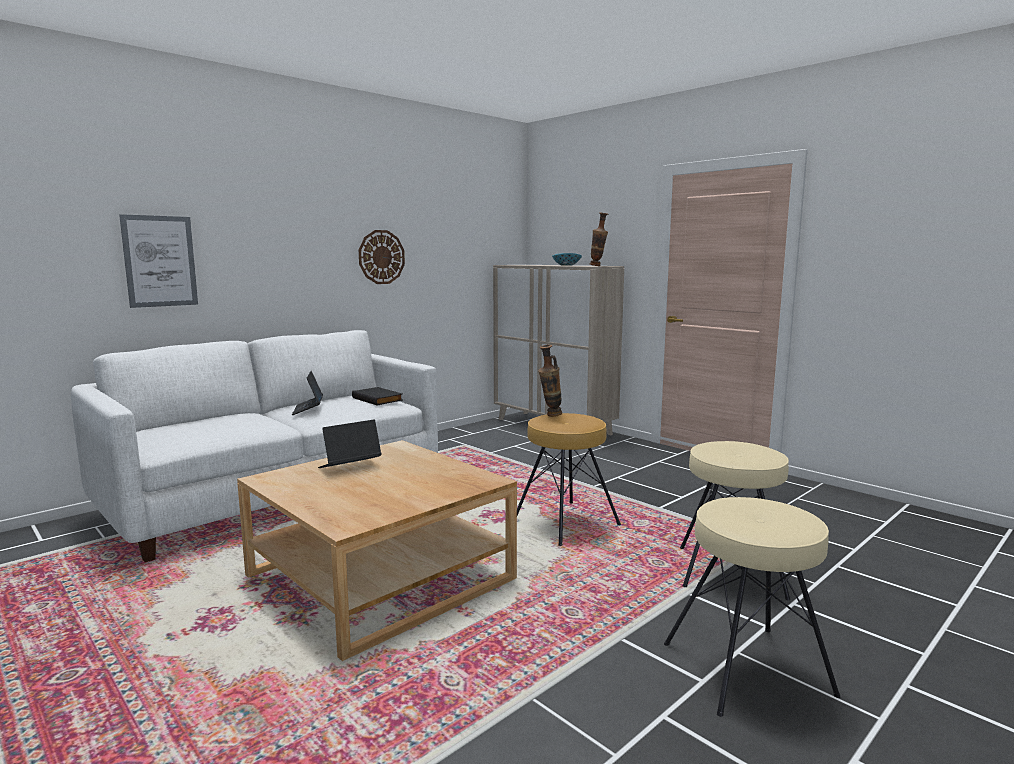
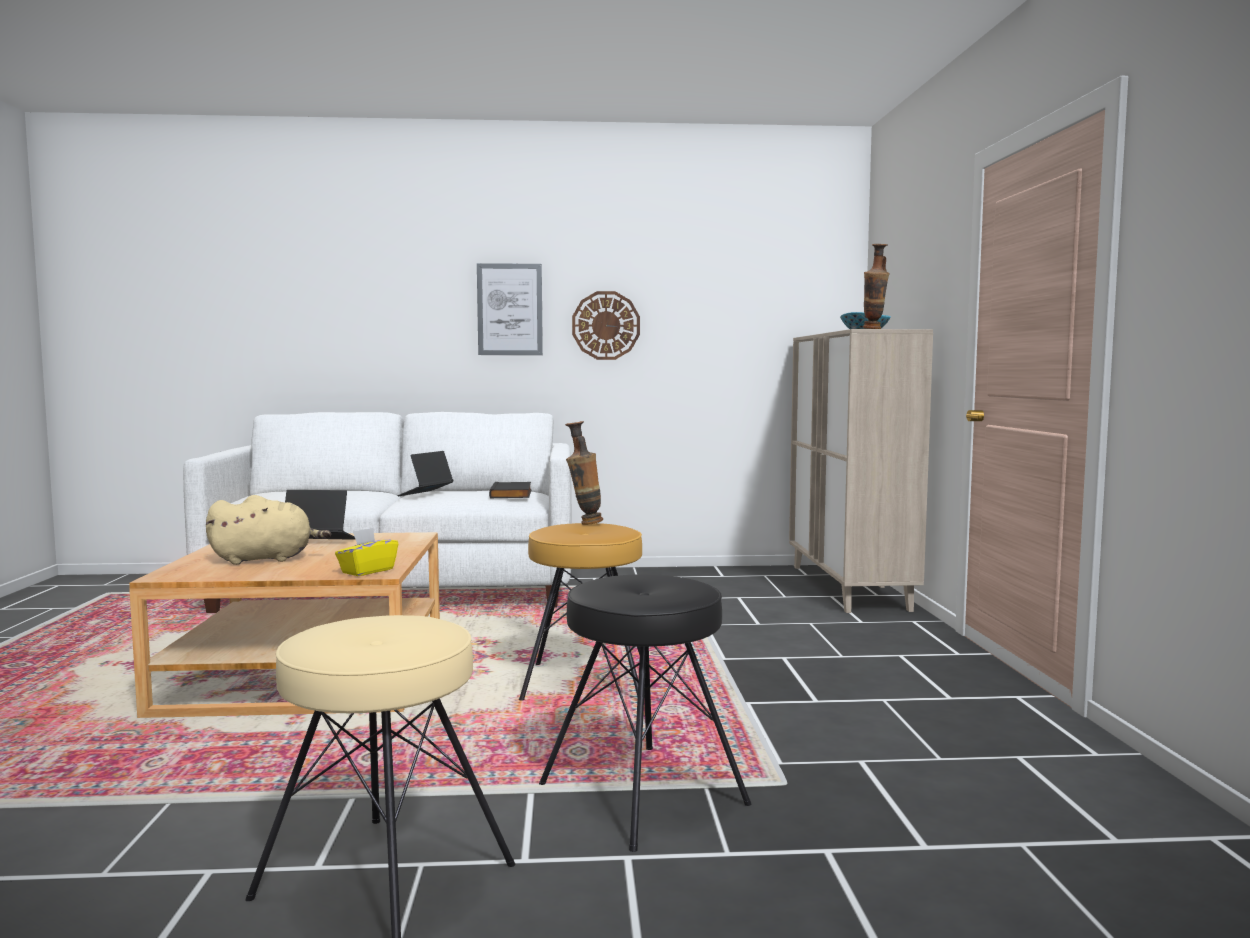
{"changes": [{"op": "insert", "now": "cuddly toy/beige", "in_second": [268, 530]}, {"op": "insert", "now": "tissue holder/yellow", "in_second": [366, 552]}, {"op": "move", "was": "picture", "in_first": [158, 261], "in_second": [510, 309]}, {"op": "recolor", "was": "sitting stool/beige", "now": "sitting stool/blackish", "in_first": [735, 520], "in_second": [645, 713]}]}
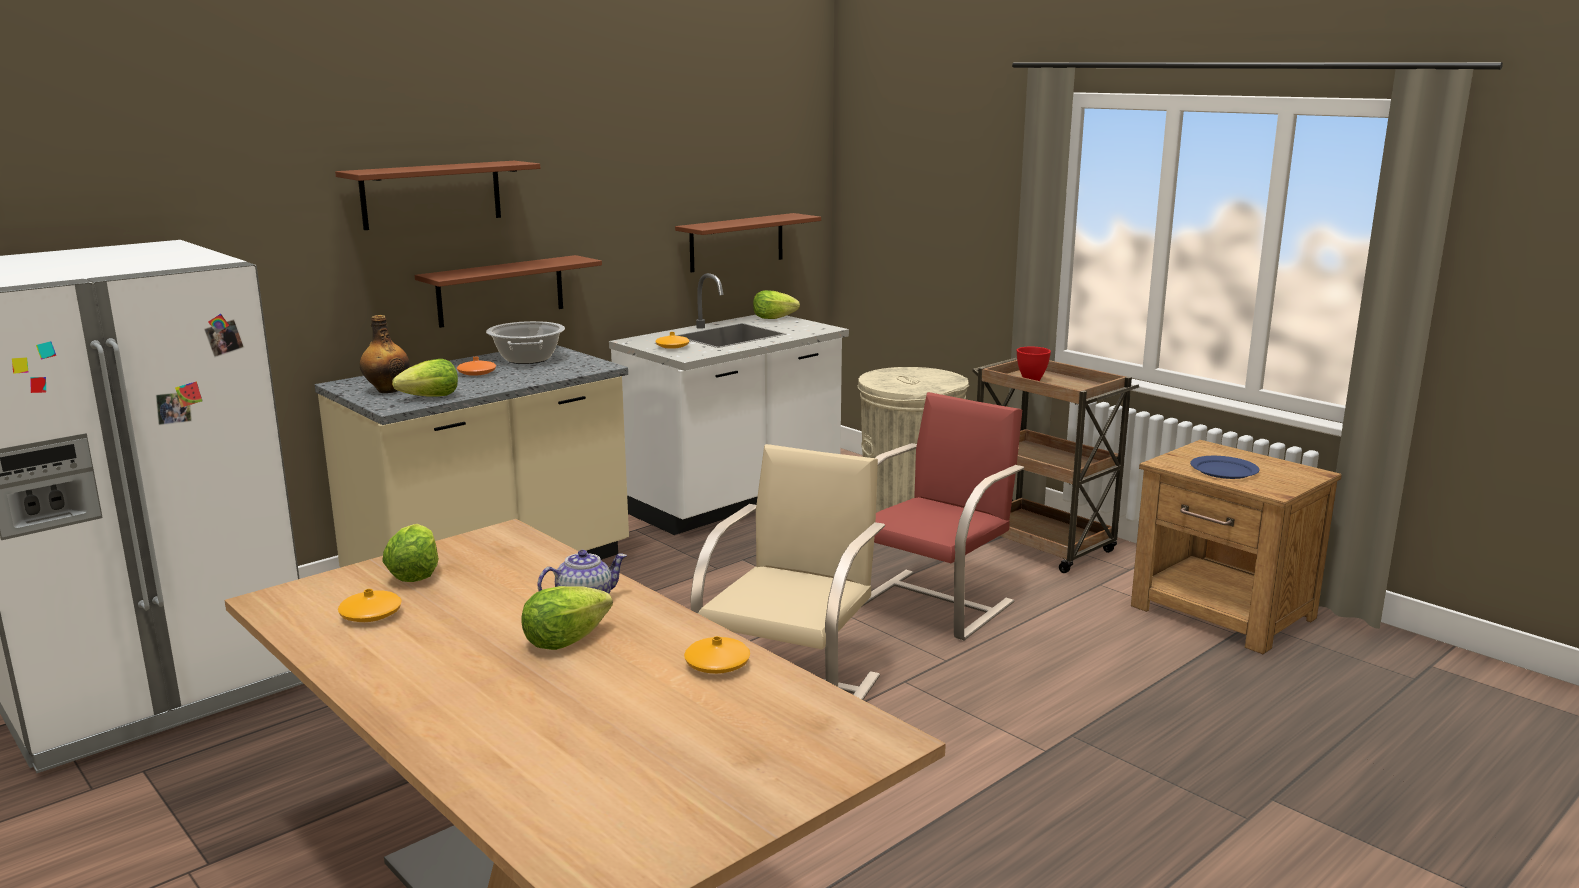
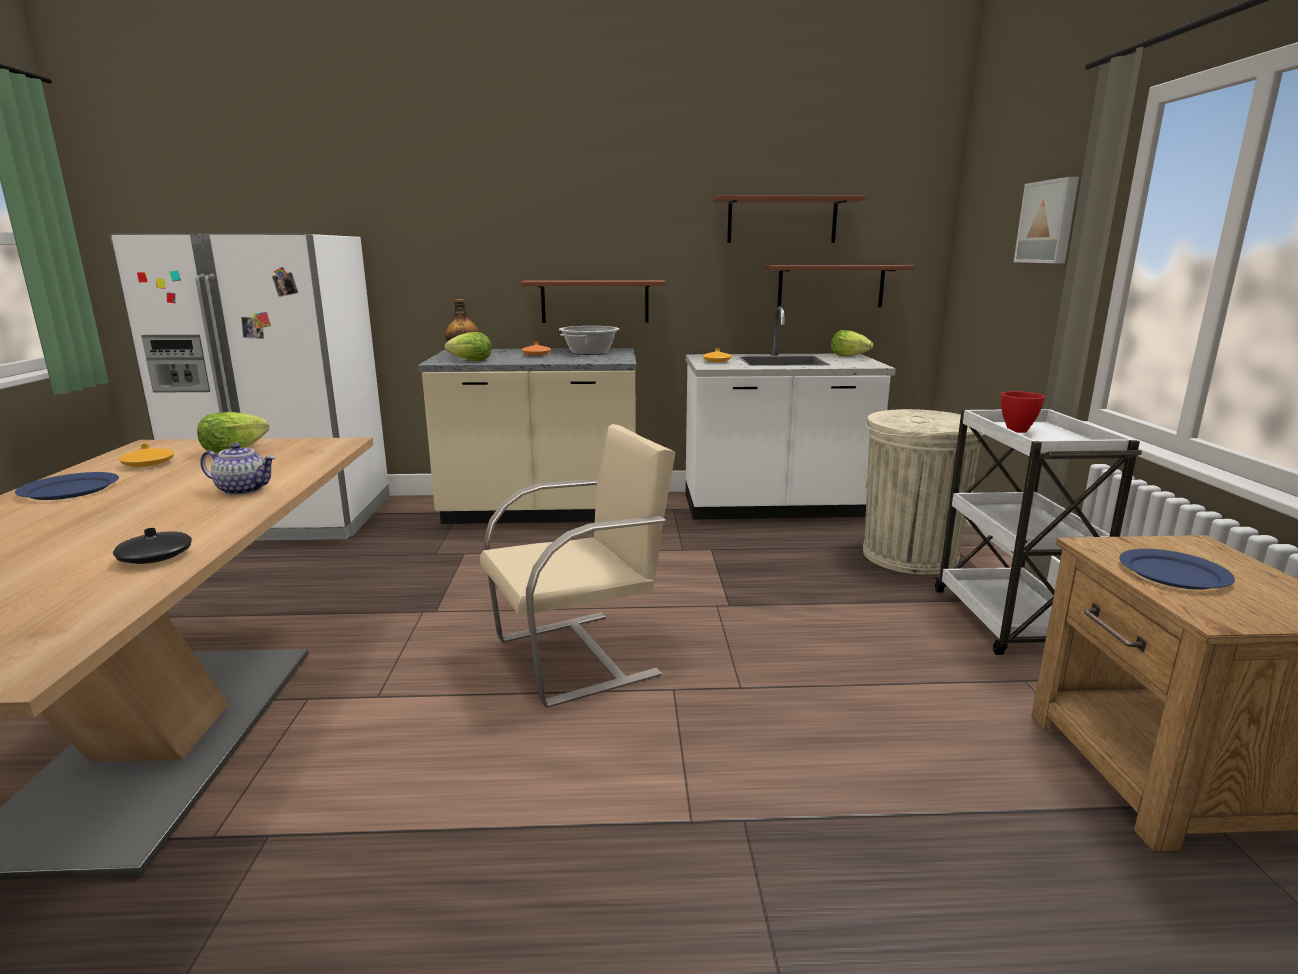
{"changes": [{"op": "insert", "now": "dinner plate/blue-coloured", "in_second": [67, 486]}, {"op": "recolor", "was": "decorative vase/orangey", "now": "decorative vase/blackish", "in_first": [717, 655], "in_second": [152, 546]}, {"op": "move", "was": "shelf/brown", "in_first": [437, 195], "in_second": [789, 219]}, {"op": "recolor", "was": "trolley/brown", "now": "trolley/whitish", "in_first": [1055, 465], "in_second": [1038, 531]}, {"op": "insert", "now": "picture", "in_second": [1046, 220]}, {"op": "delete", "was": "lettuce head", "in_first": [567, 618]}, {"op": "delete", "was": "chair/reddish", "in_first": [943, 516]}]}
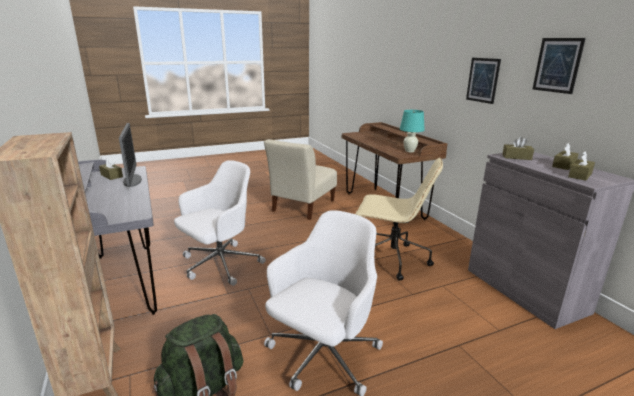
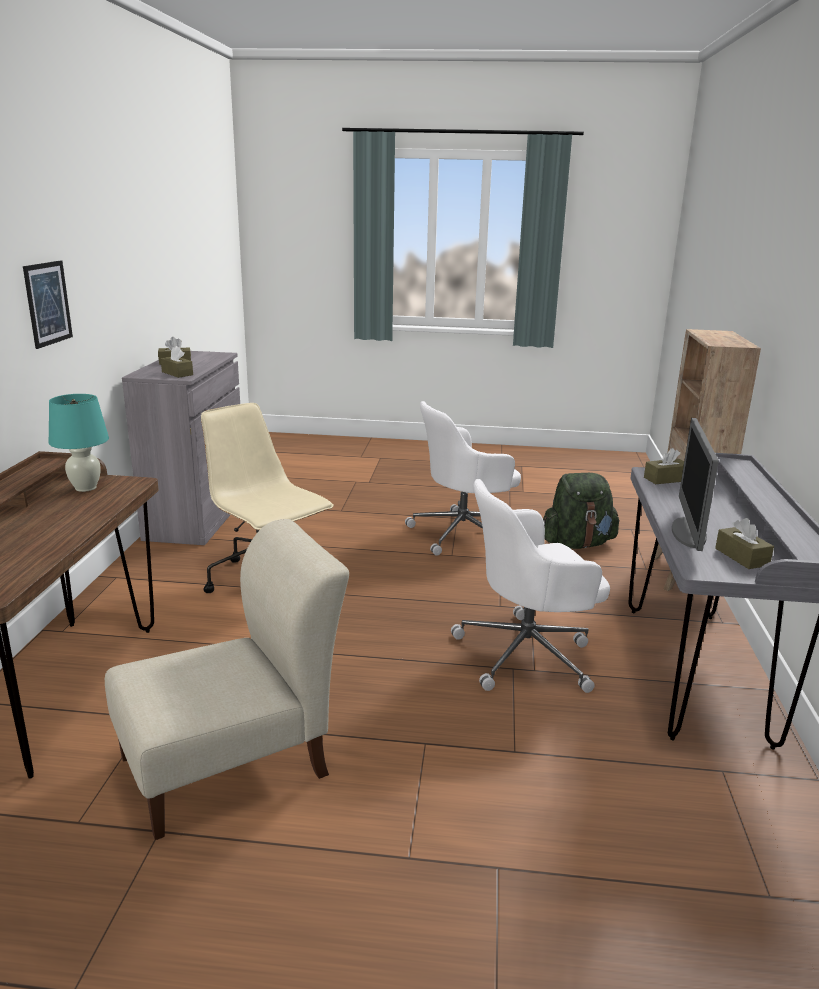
{"changes": [{"op": "move", "was": "tissue holder/brown", "in_first": [581, 166], "in_second": [664, 466]}, {"op": "delete", "was": "picture", "in_first": [559, 66]}]}
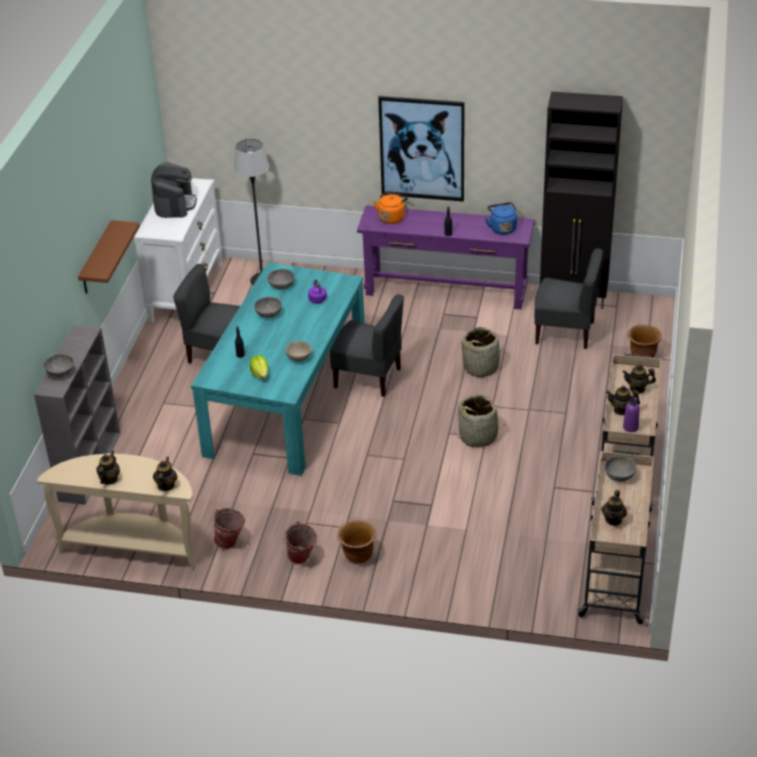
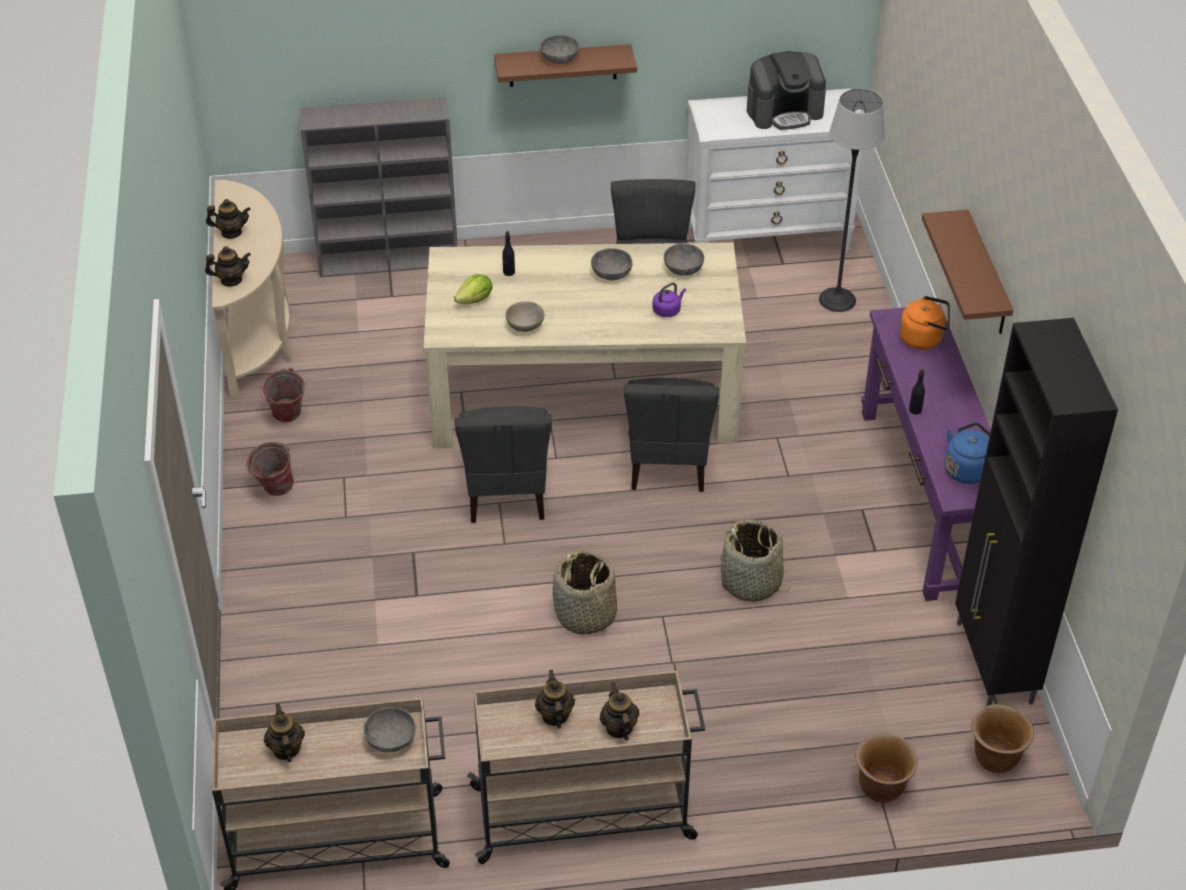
{"changes": [{"op": "rotate", "was": "teapot", "in_first": [614, 508], "in_second": [284, 732], "clockwise": 75}, {"op": "recolor", "was": "dinner table/blue-green", "now": "dinner table/beige", "in_first": [277, 369], "in_second": [584, 345]}, {"op": "move", "was": "chair/greyish", "in_first": [568, 298], "in_second": [503, 464]}, {"op": "move", "was": "serving bowl/greyish", "in_first": [59, 365], "in_second": [559, 49]}, {"op": "replace", "was": "picture", "now": "shelf/brown", "in_first": [421, 149], "in_second": [967, 272]}, {"op": "move", "was": "flower pot/brown", "in_first": [356, 541], "in_second": [1002, 738]}, {"op": "delete", "was": "drink bottle/purplish", "in_first": [631, 415]}]}
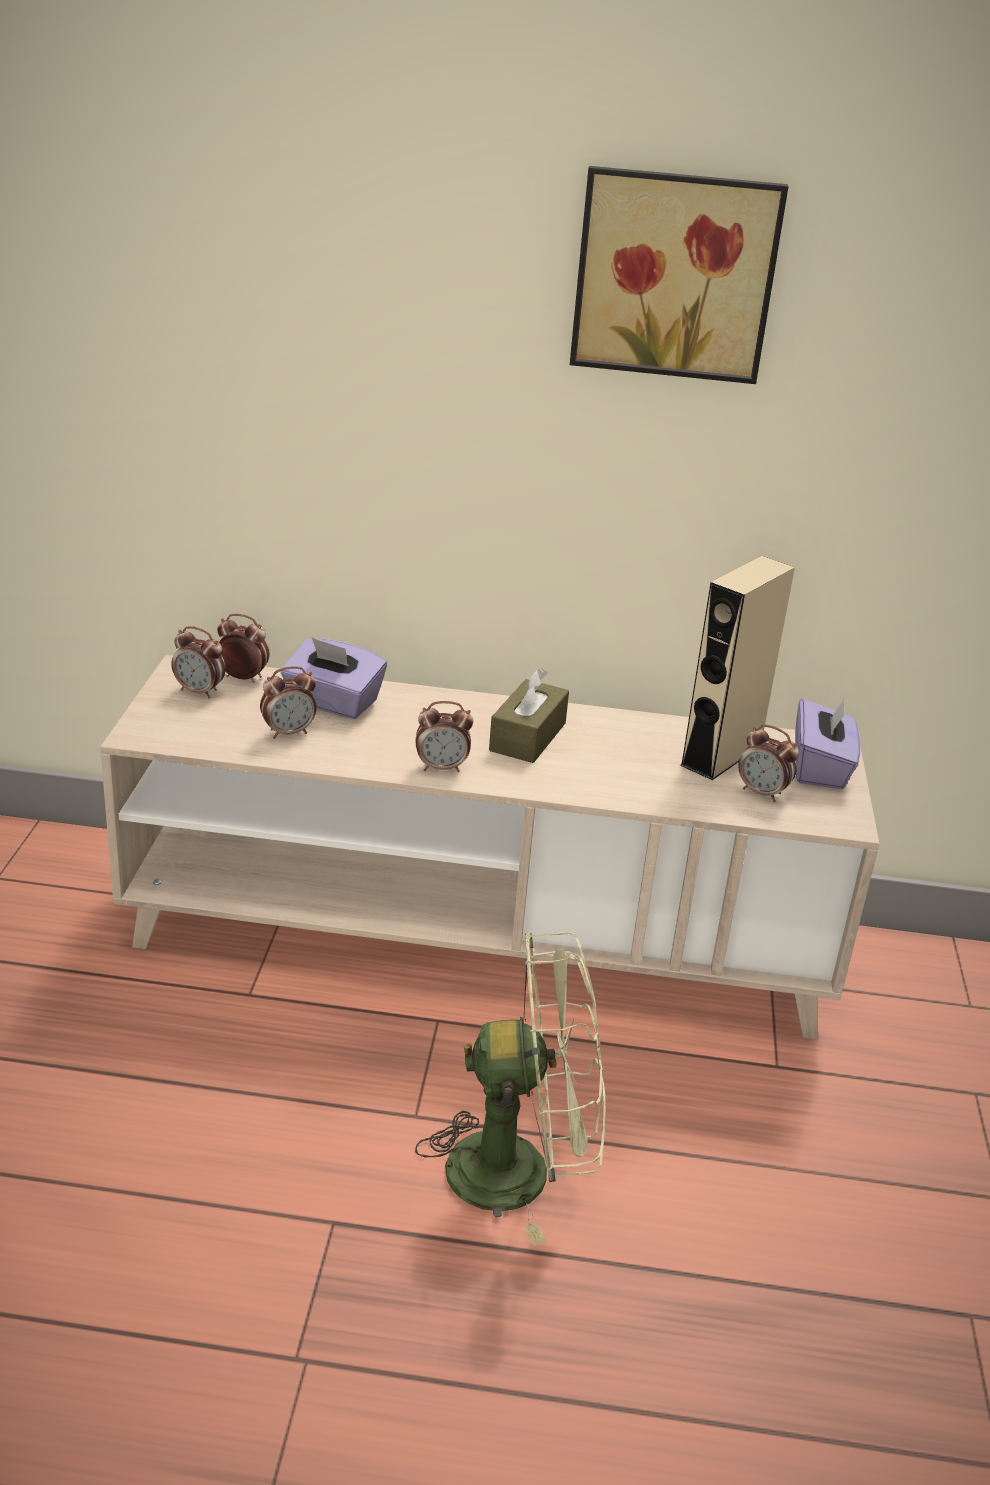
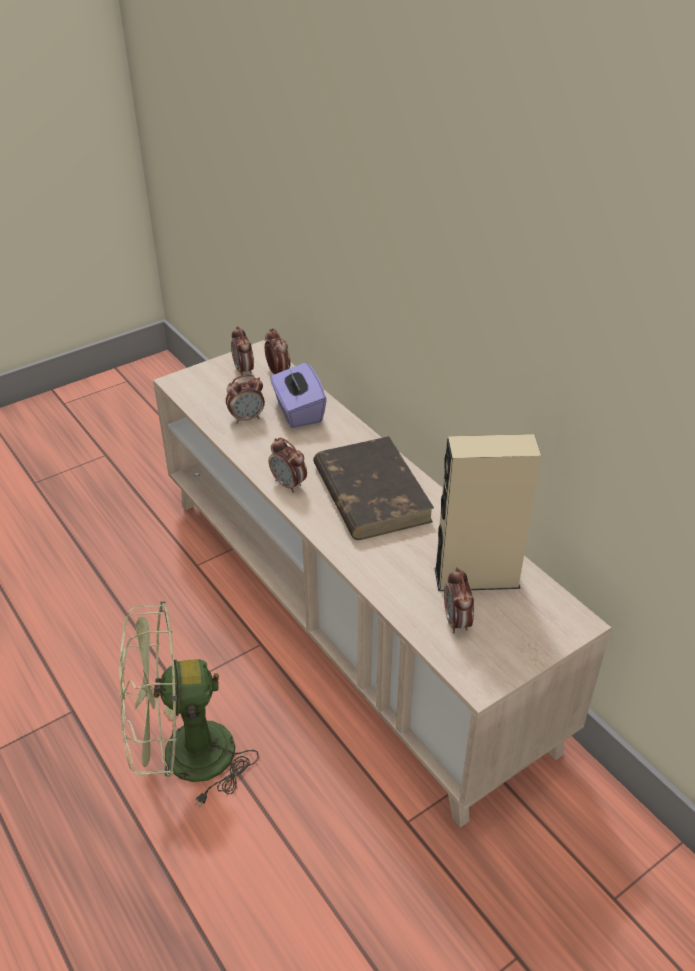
{"changes": [{"op": "rotate", "was": "fan/greenish", "in_first": [510, 1089], "in_second": [189, 705], "clockwise": 120}, {"op": "rotate", "was": "bedside clock", "in_first": [288, 702], "in_second": [245, 399], "clockwise": -45}, {"op": "replace", "was": "tissue holder/brown", "now": "volume/brown", "in_first": [529, 715], "in_second": [373, 488]}, {"op": "delete", "was": "picture", "in_first": [679, 275]}, {"op": "delete", "was": "tissue holder/purplish", "in_first": [828, 743]}]}
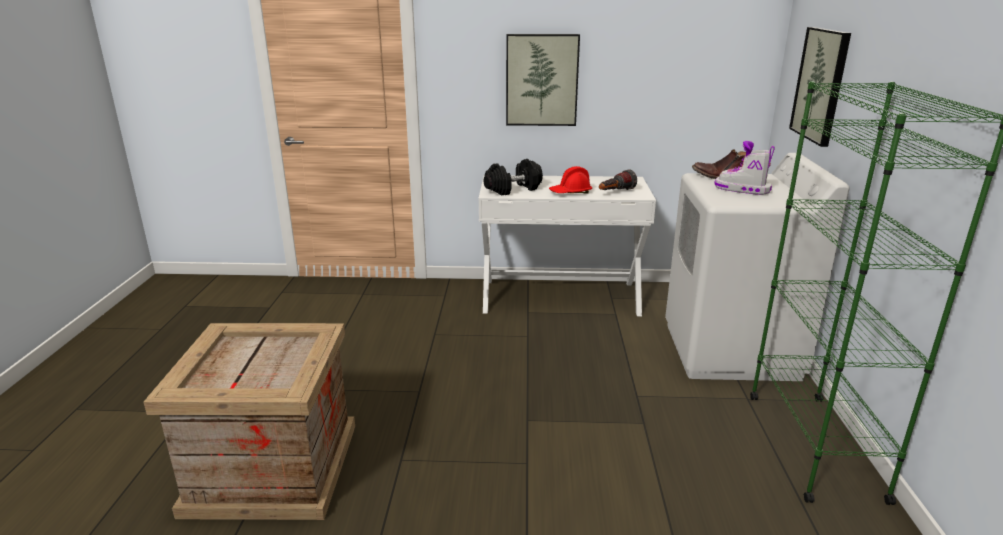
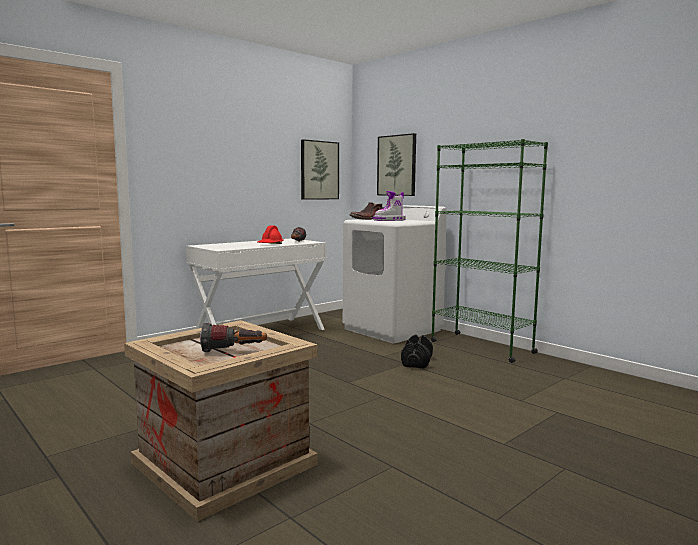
{"changes": [{"op": "insert", "now": "hand torch", "in_second": [233, 337]}, {"op": "move", "was": "picture", "in_first": [543, 80], "in_second": [320, 169]}, {"op": "move", "was": "free weight/blackish", "in_first": [513, 177], "in_second": [417, 351]}]}
